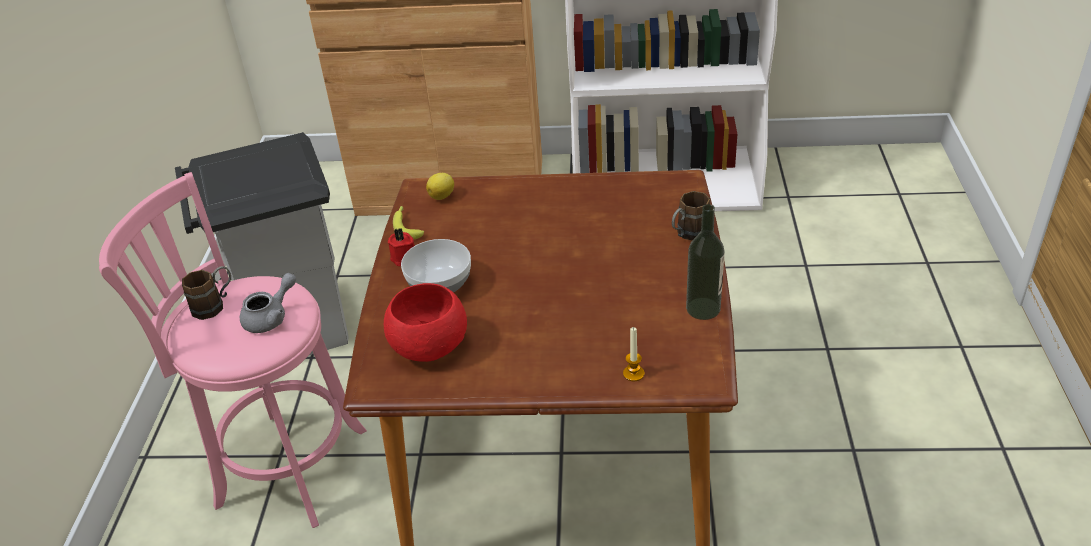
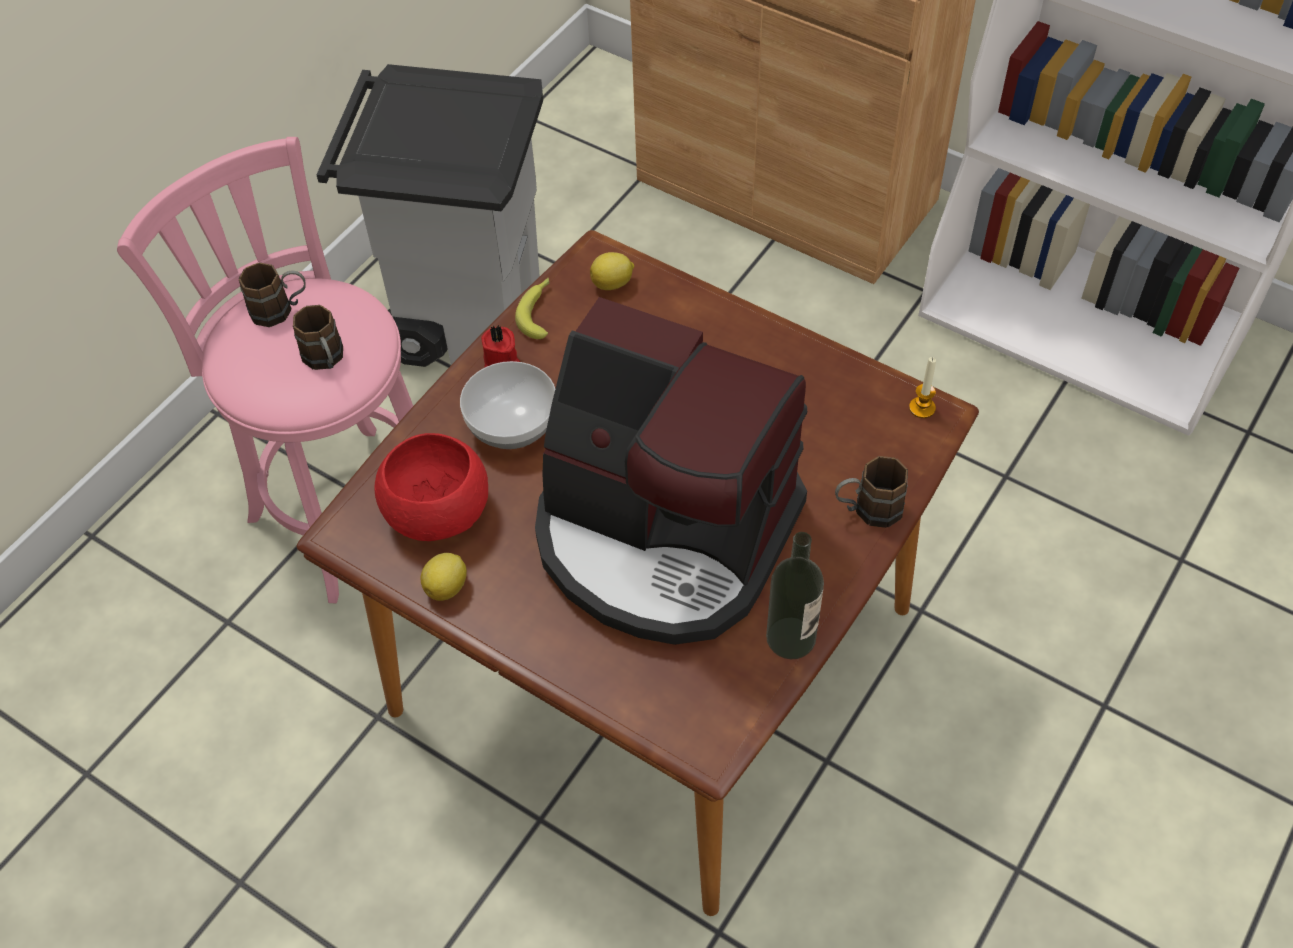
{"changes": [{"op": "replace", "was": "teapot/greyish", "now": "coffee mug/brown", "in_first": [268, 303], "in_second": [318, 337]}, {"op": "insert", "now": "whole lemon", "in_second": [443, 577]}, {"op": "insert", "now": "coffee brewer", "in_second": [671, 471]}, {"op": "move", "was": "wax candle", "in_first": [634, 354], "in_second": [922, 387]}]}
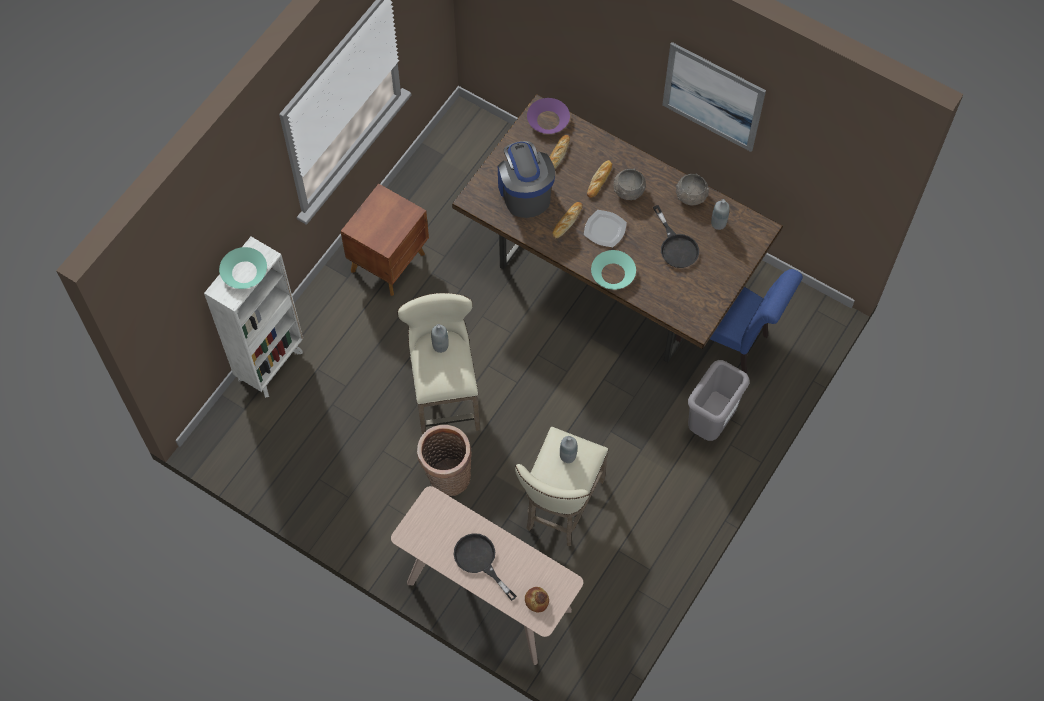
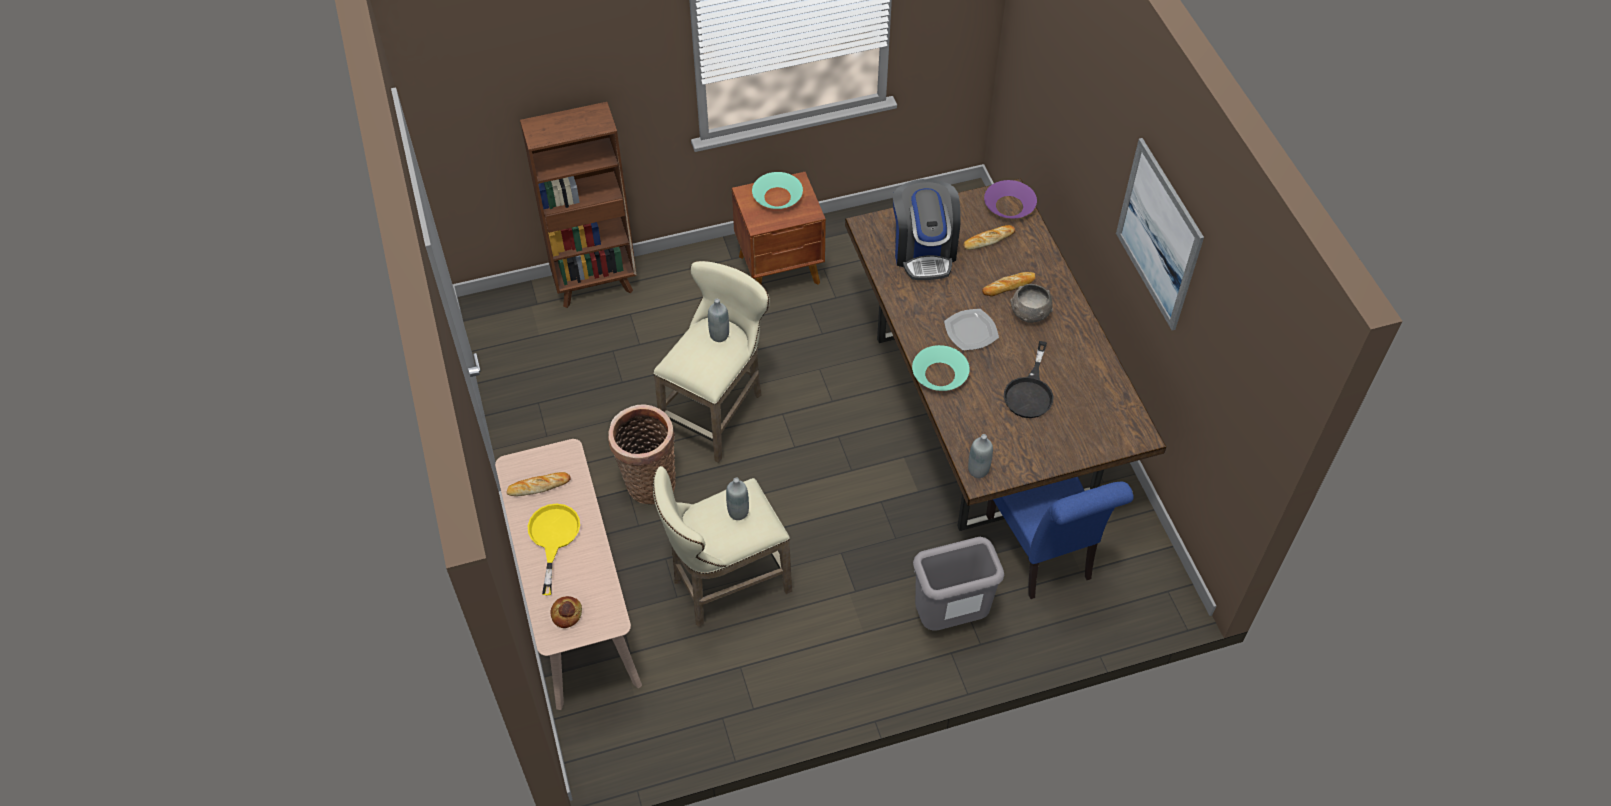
{"changes": [{"op": "move", "was": "bread", "in_first": [567, 220], "in_second": [538, 484]}, {"op": "recolor", "was": "shelving unit/whitish", "now": "shelving unit/brown", "in_first": [253, 317], "in_second": [578, 205]}, {"op": "recolor", "was": "skillet/blackish", "now": "skillet/yellow", "in_first": [485, 567], "in_second": [554, 549]}, {"op": "move", "was": "serving bowl/blue-green", "in_first": [243, 268], "in_second": [777, 190]}, {"op": "rotate", "was": "coffee brewer", "in_first": [526, 179], "in_second": [927, 229], "clockwise": 150}, {"op": "move", "was": "drink bottle/greyish", "in_first": [720, 214], "in_second": [980, 456]}, {"op": "delete", "was": "serving bowl/greyish", "in_first": [692, 189]}]}
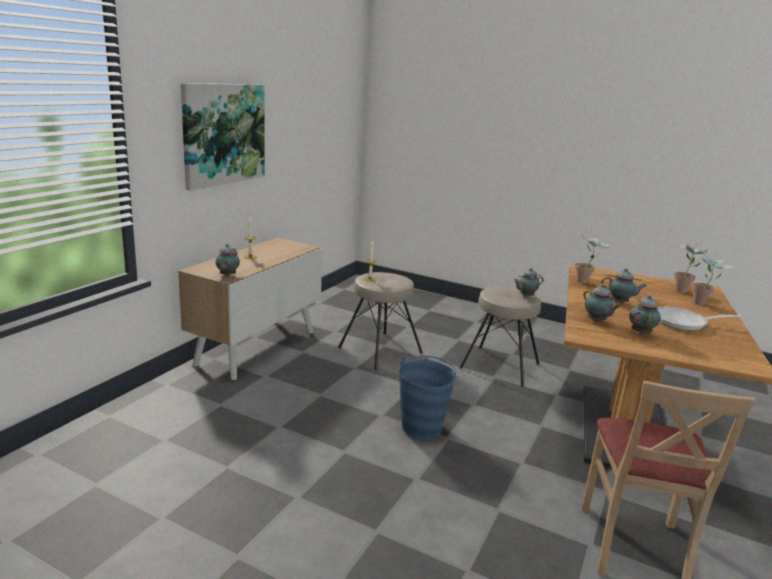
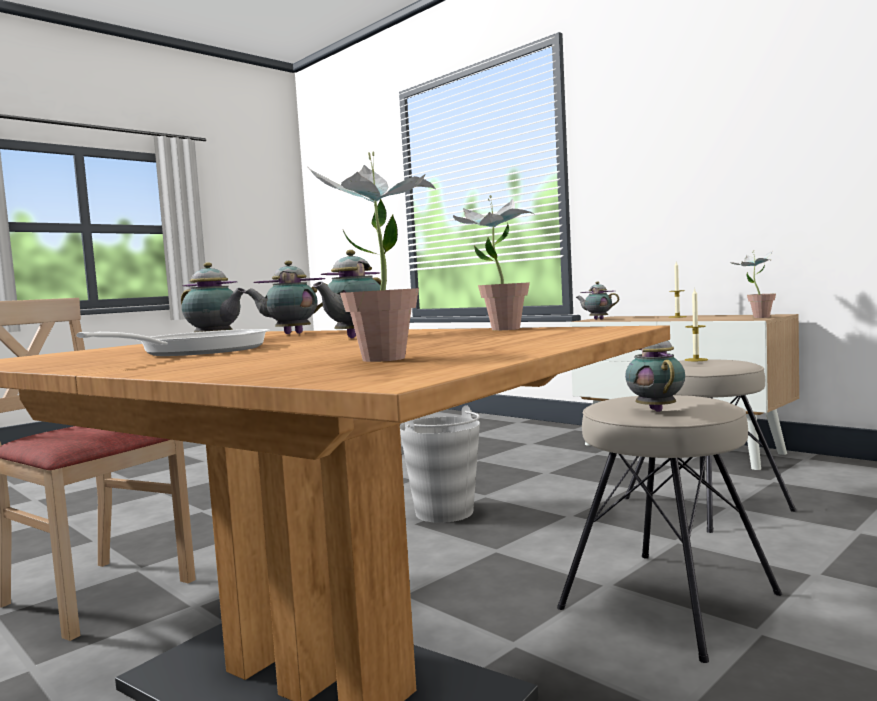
{"changes": [{"op": "recolor", "was": "pail/blue-coloured", "now": "pail/greyish", "in_first": [428, 397], "in_second": [440, 464]}, {"op": "move", "was": "potted plant", "in_first": [713, 277], "in_second": [753, 284]}, {"op": "delete", "was": "picture", "in_first": [223, 137]}]}
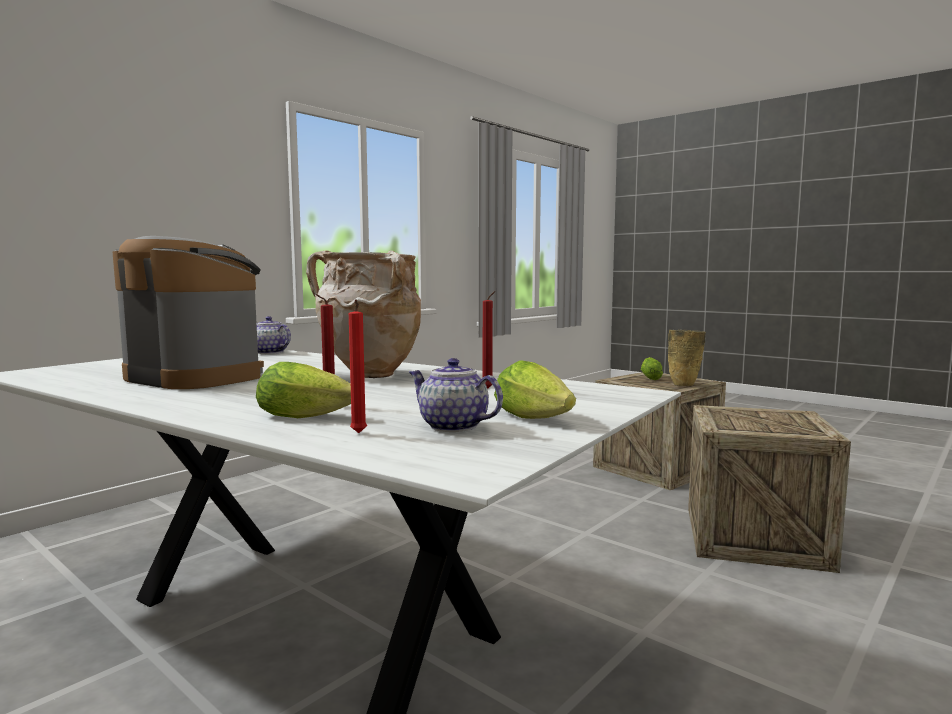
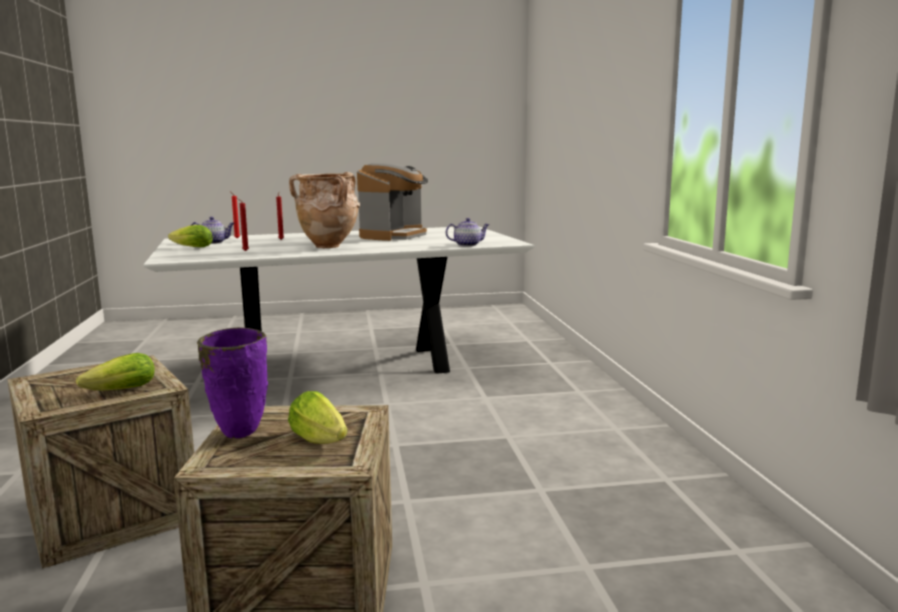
{"changes": [{"op": "move", "was": "lettuce head", "in_first": [303, 390], "in_second": [115, 372]}, {"op": "recolor", "was": "decorative vase/beige", "now": "decorative vase/purplish", "in_first": [687, 358], "in_second": [232, 382]}, {"op": "rotate", "was": "coffee brewer", "in_first": [188, 312], "in_second": [392, 202], "clockwise": -45}]}
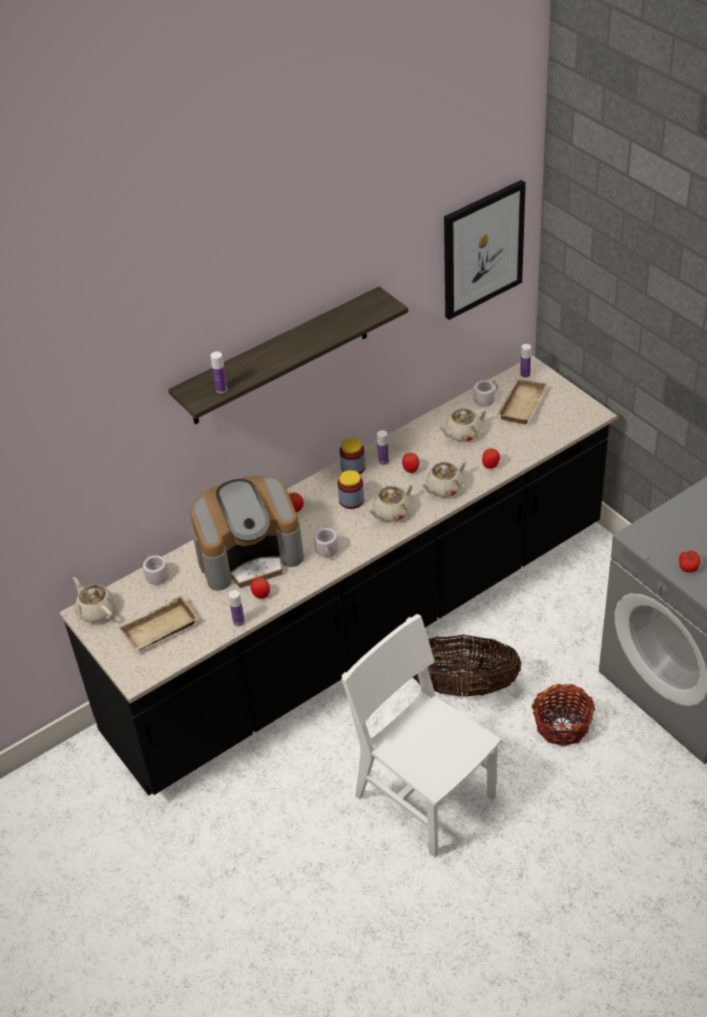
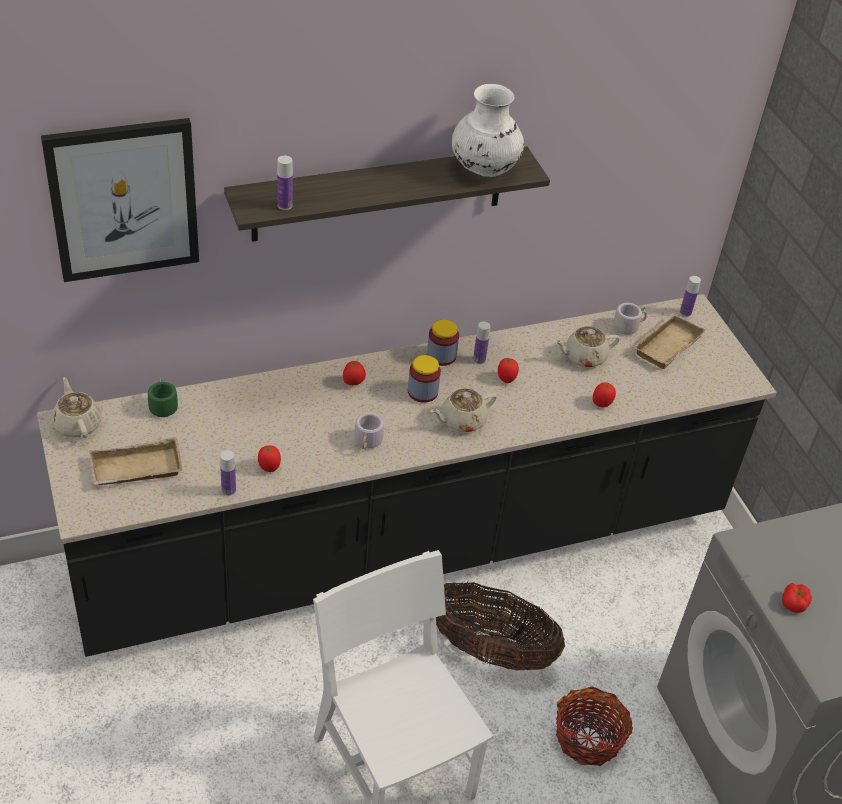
{"changes": [{"op": "move", "was": "picture", "in_first": [485, 250], "in_second": [120, 200]}, {"op": "recolor", "was": "coffee mug/greyish", "now": "coffee mug/greenish", "in_first": [156, 572], "in_second": [163, 398]}, {"op": "insert", "now": "decorative vase/whitish", "in_second": [488, 130]}, {"op": "delete", "was": "coffee brewer", "in_first": [247, 533]}, {"op": "delete", "was": "teapot/beige", "in_first": [443, 478]}]}
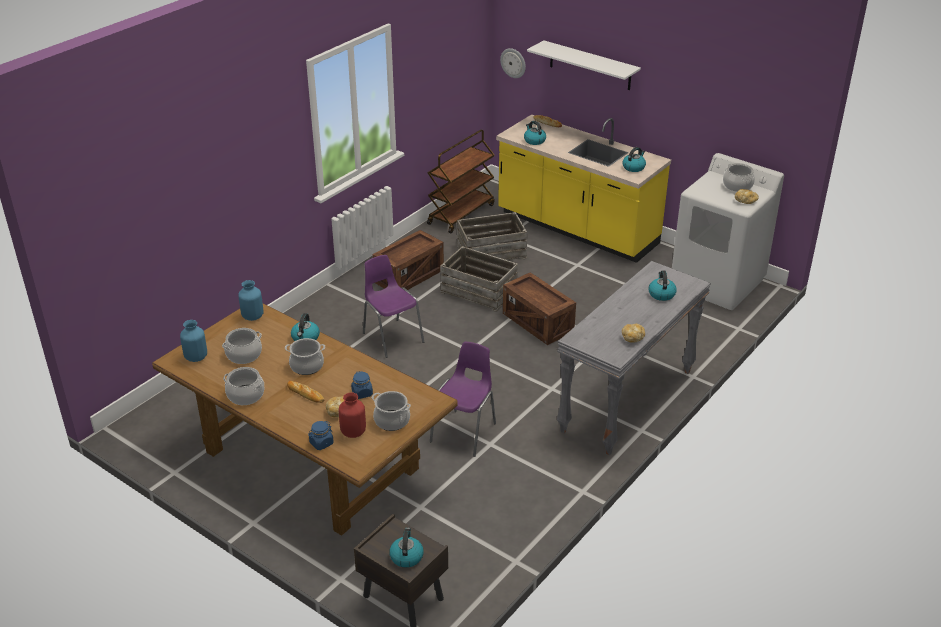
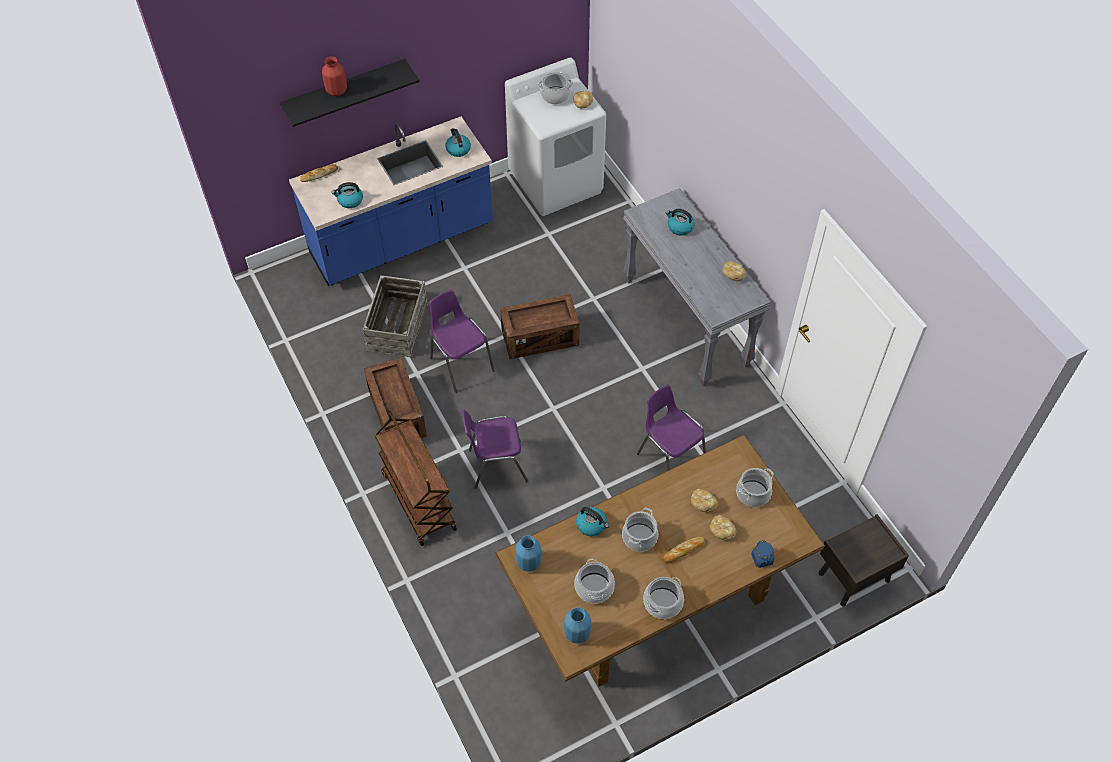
{"changes": [{"op": "recolor", "was": "shelf/whitish", "now": "shelf/blackish", "in_first": [584, 65], "in_second": [350, 93]}, {"op": "recolor", "was": "kitchen base unit/yellow", "now": "kitchen base unit/blue-coloured", "in_first": [583, 188], "in_second": [391, 201]}, {"op": "move", "was": "decorative vase/reddish", "in_first": [352, 415], "in_second": [334, 76]}, {"op": "move", "was": "trolley/brown", "in_first": [461, 181], "in_second": [415, 478]}, {"op": "replace", "was": "crate", "now": "chair/purplish", "in_first": [479, 279], "in_second": [462, 341]}, {"op": "replace", "was": "jar/blue-coloured", "now": "bread", "in_first": [362, 385], "in_second": [704, 501]}, {"op": "delete", "was": "tea kettle", "in_first": [406, 548]}, {"op": "delete", "was": "clock on the wall", "in_first": [513, 63]}]}
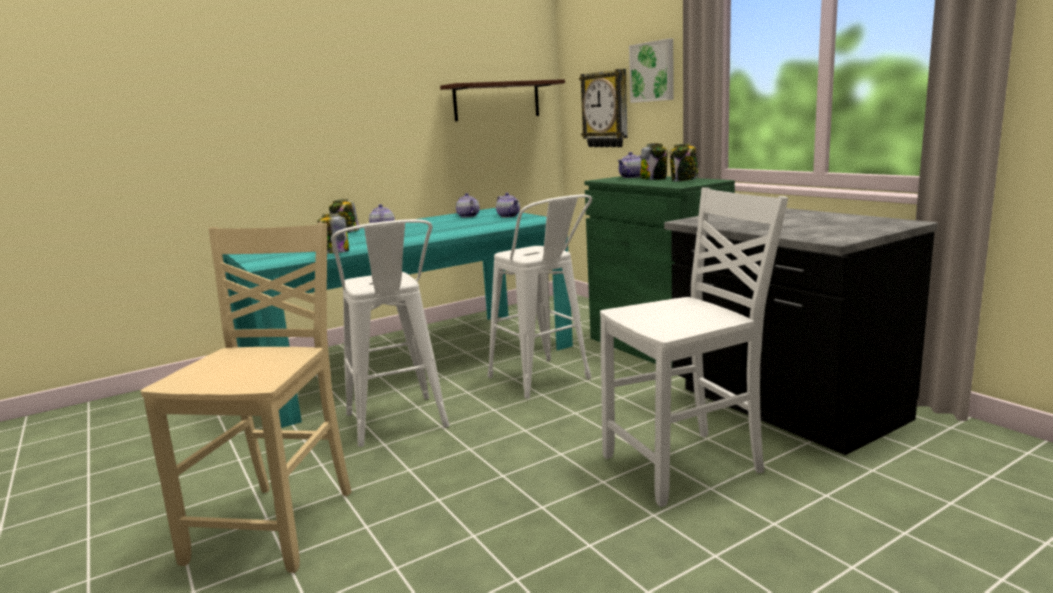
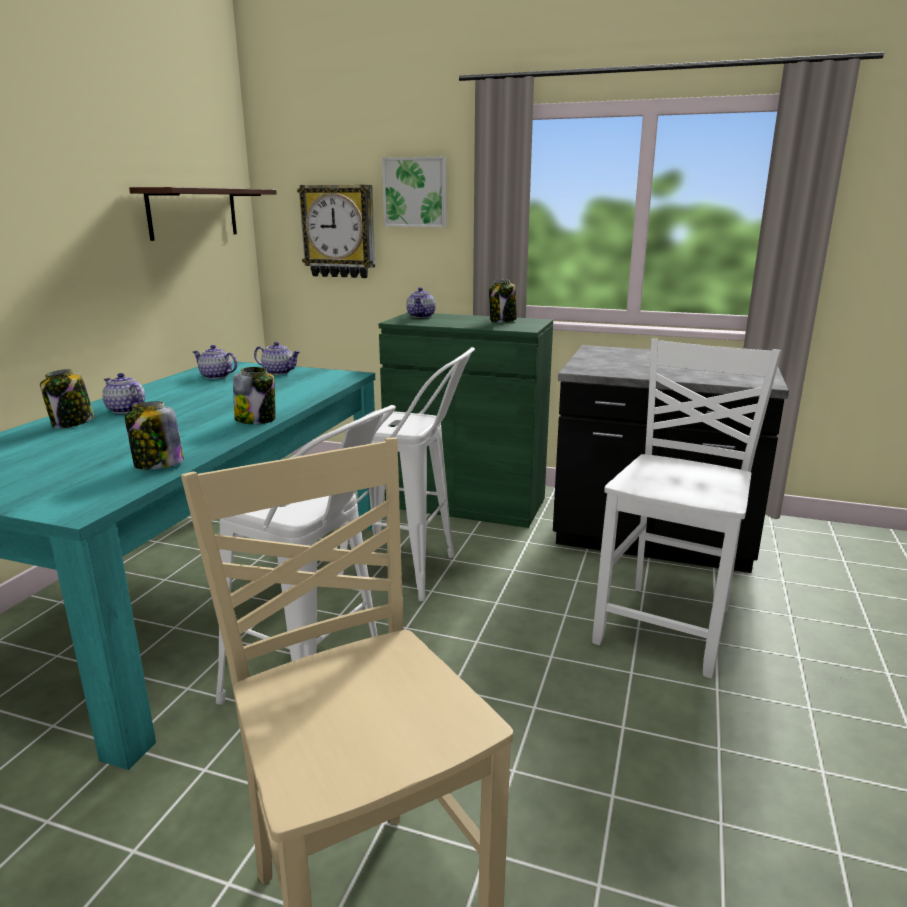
{"changes": [{"op": "move", "was": "jar", "in_first": [654, 161], "in_second": [254, 395]}]}
